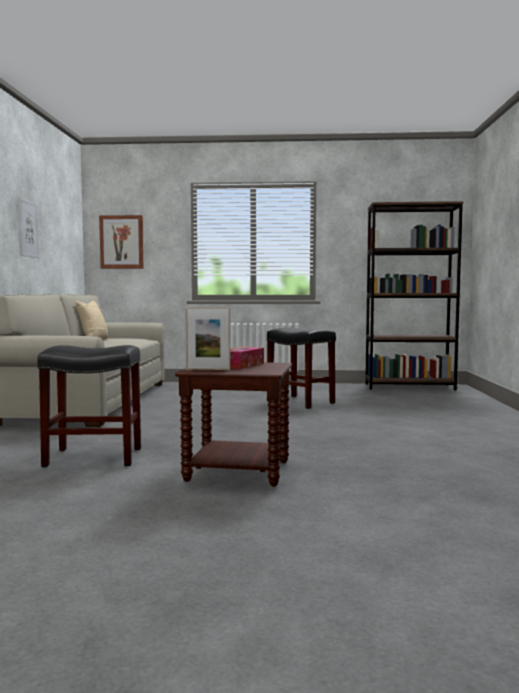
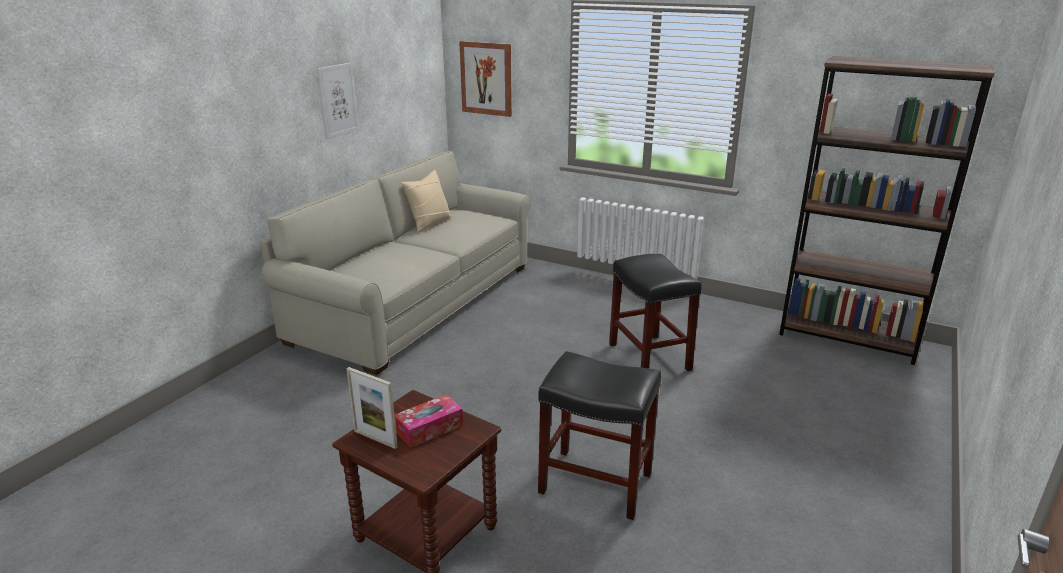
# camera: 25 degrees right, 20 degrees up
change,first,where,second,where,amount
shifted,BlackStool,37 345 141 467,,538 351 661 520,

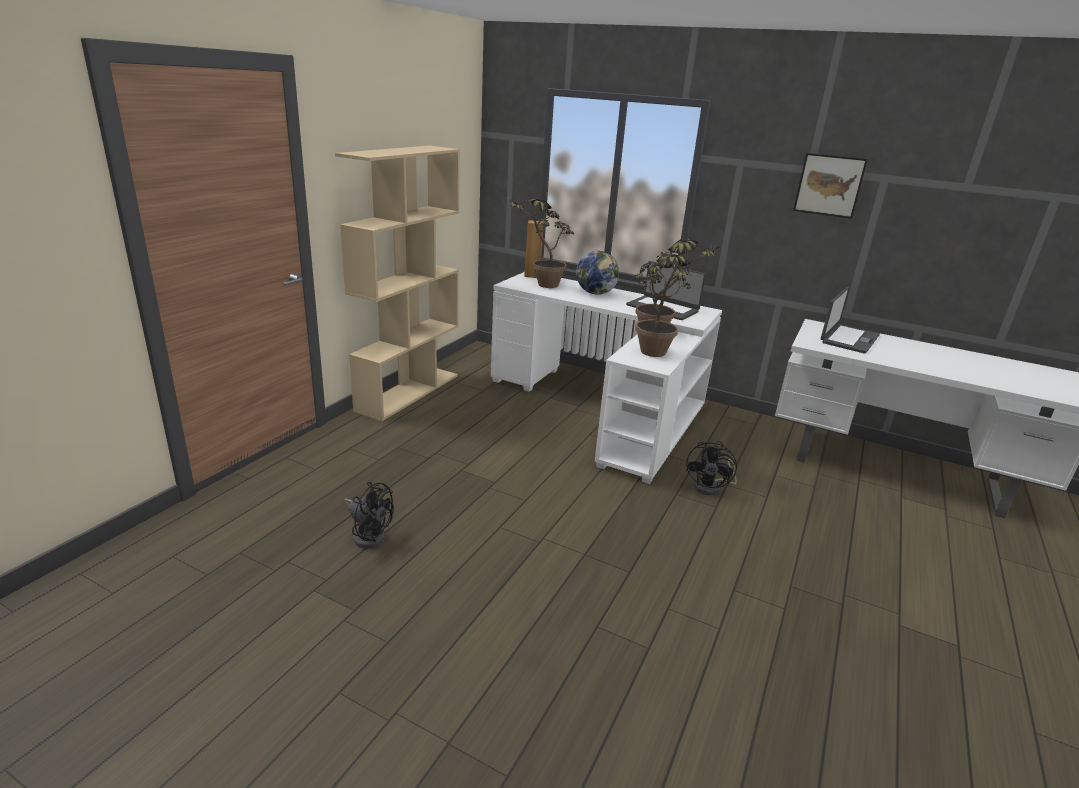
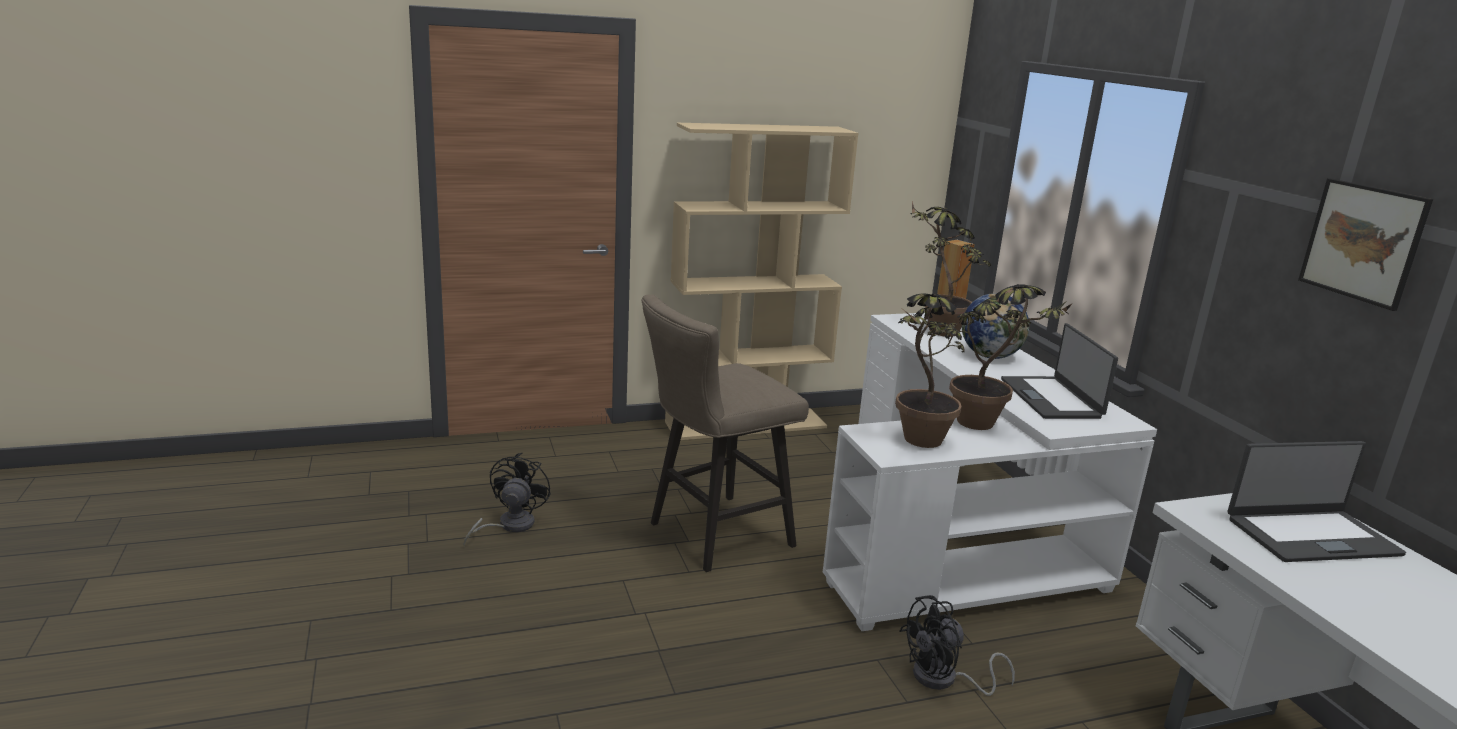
# camera: 45 degrees right, 5 degrees down
change,first,where,second,where,amount
rotated,BlackFan,344 482 394 549,,463 453 551 546,150 degrees counterclockwise
new,,,BeigeStool,641 294 809 572,

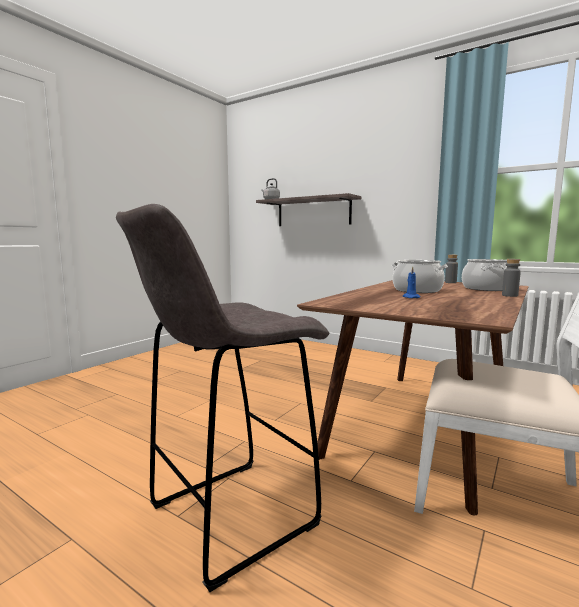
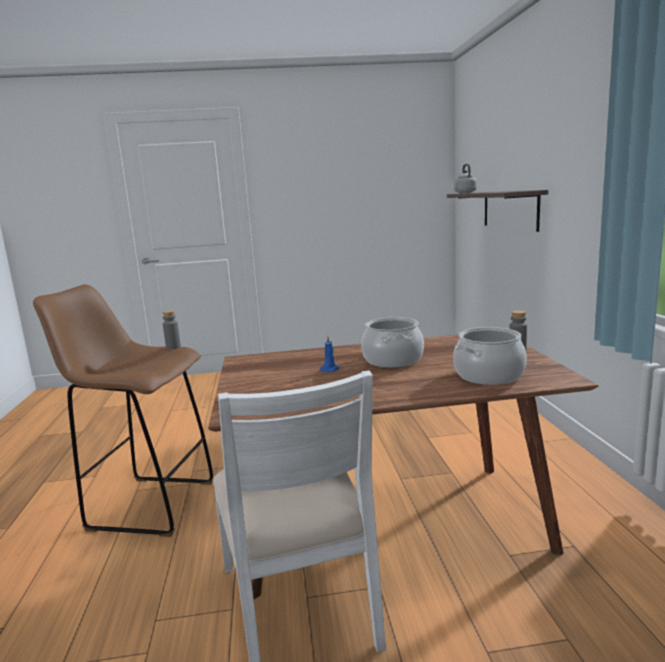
# camera: 50 degrees right, 5 degrees up
change,first,where,second,where,amount
repainted,GreyStool,116 204 329 592,BrownStool,33 284 213 537,
shifted,GreyBottle,502 259 521 297,,162 310 181 349,

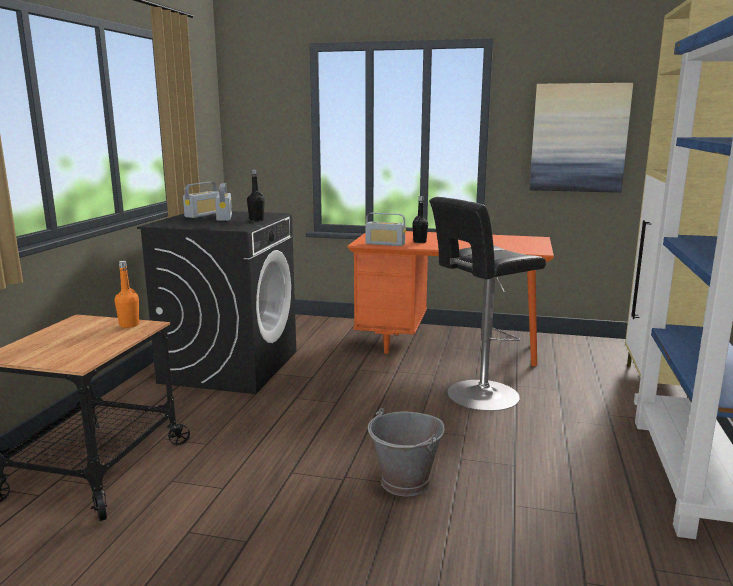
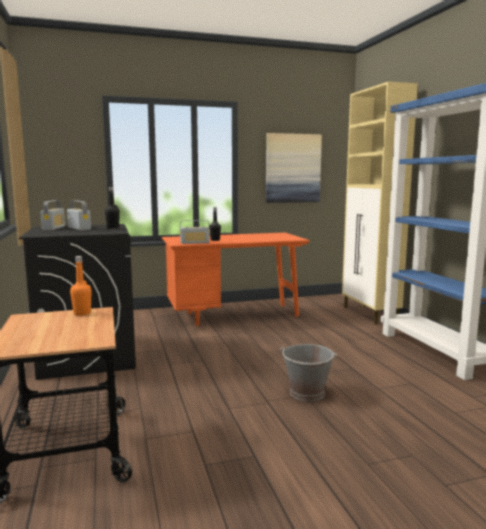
# camera: 30 degrees left, 5 degrees down
change,first,where,second,where,amount
gone,BlackStool,429 197 546 411,,,

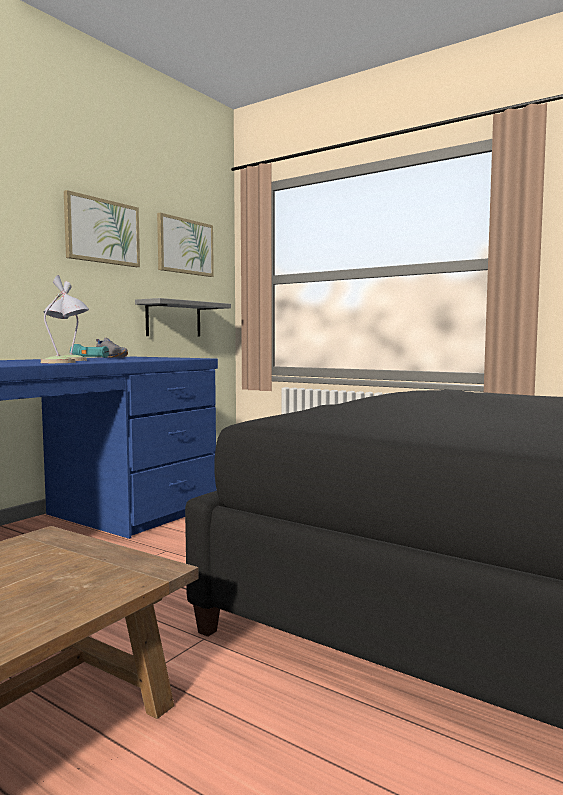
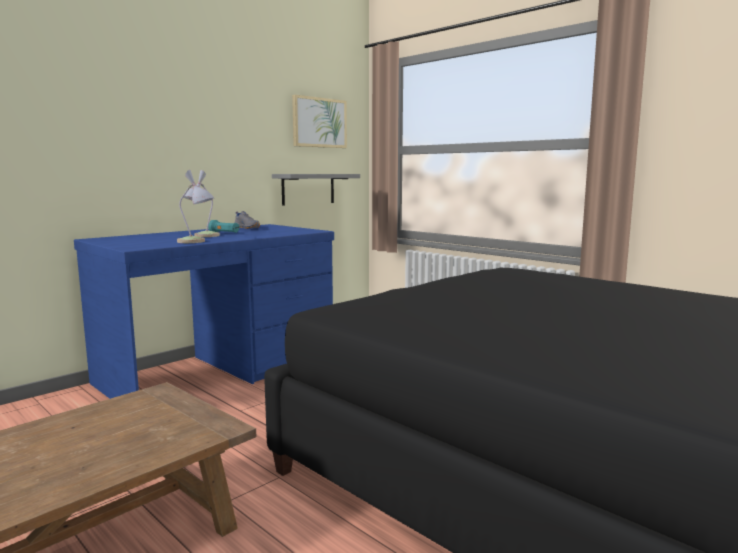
# camera: 10 degrees right, 5 degrees up
change,first,where,second,where,amount
gone,Picture,64 190 140 267,,,

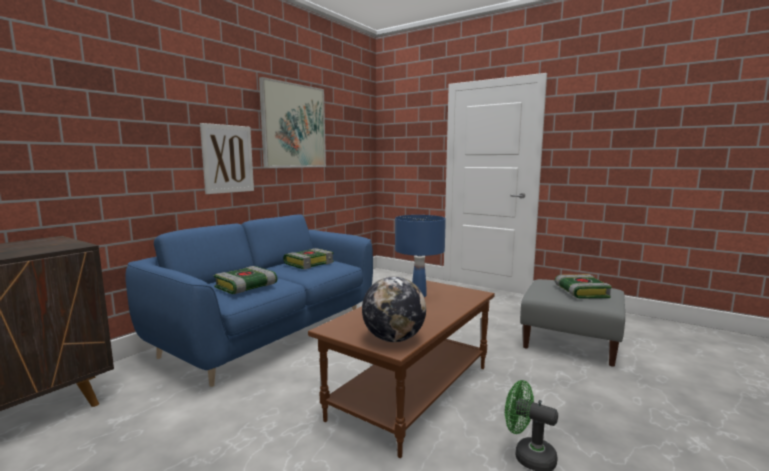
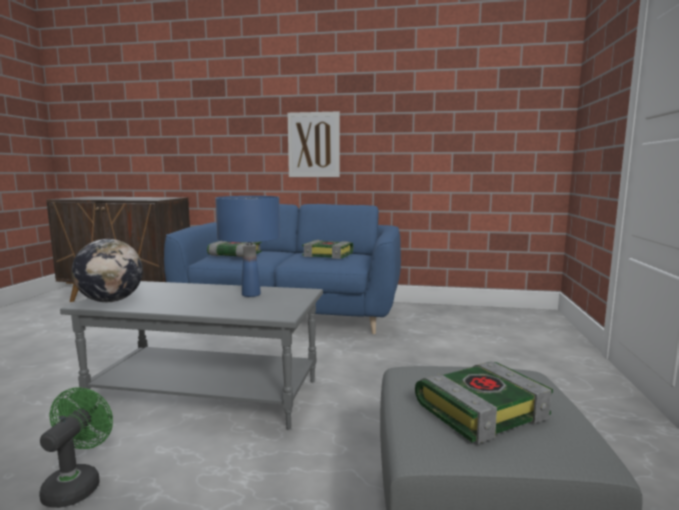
# camera: 65 degrees right, 0 degrees up
change,first,where,second,where,amount
gone,Picture,259 77 326 168,,,
repainted,BrownCoffeeTable,308 280 495 458,GreyCoffeeTable,60 281 323 430,

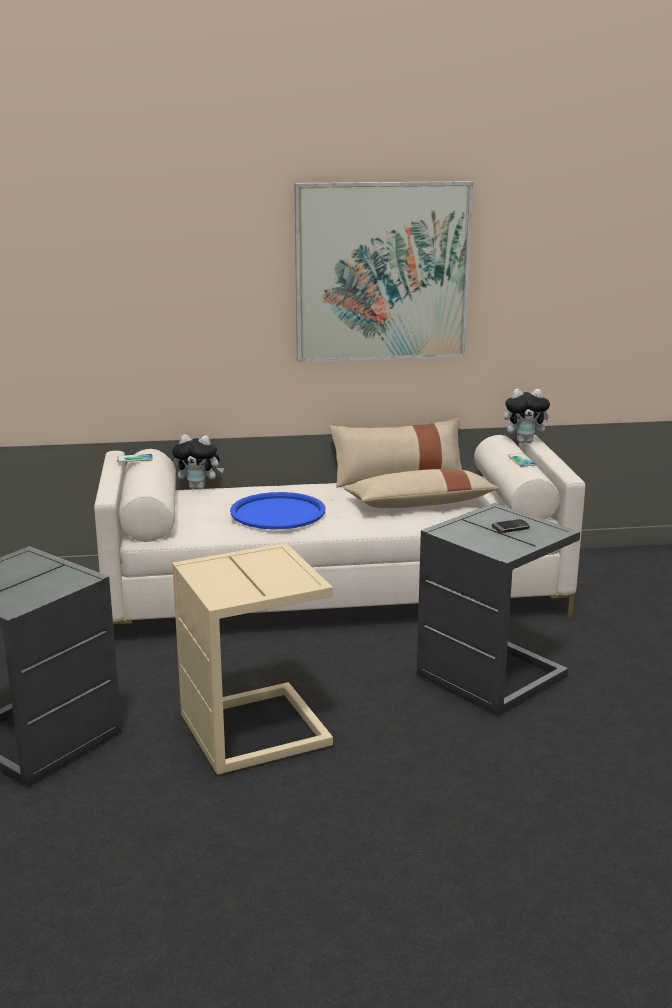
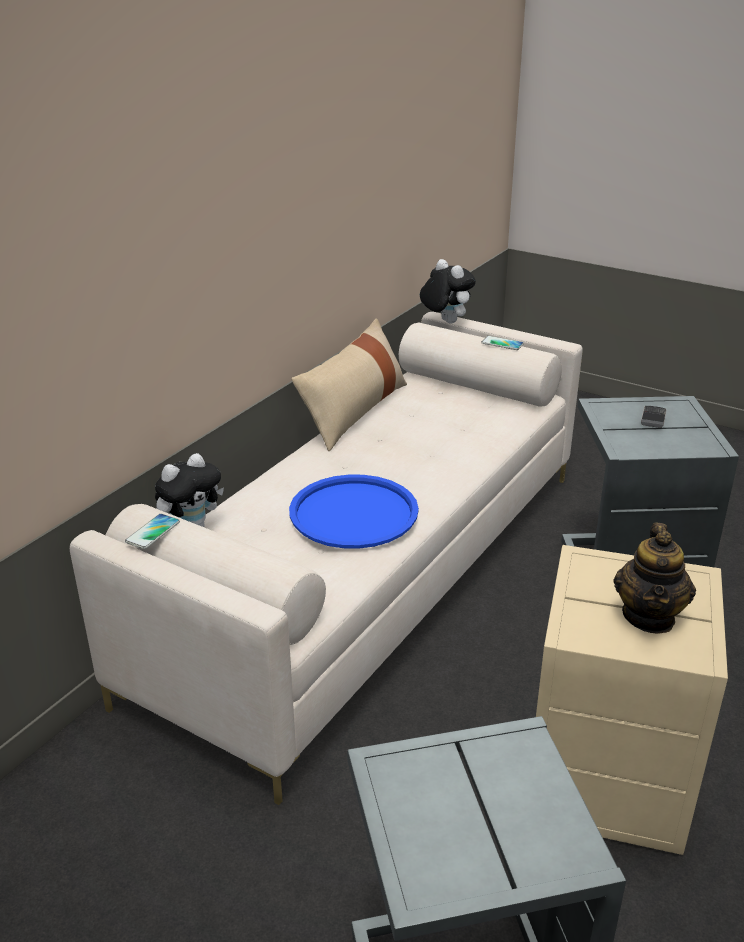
# camera: 50 degrees left, 10 degrees up
change,first,where,second,where,amount
gone,Picture,295 181 473 362,,,
gone,BeigePillow,344 469 499 508,,,
rotated,PlushToy,504 389 554 443,,420 259 476 323,75 degrees counterclockwise
new,,,Teapot,614 523 696 634,

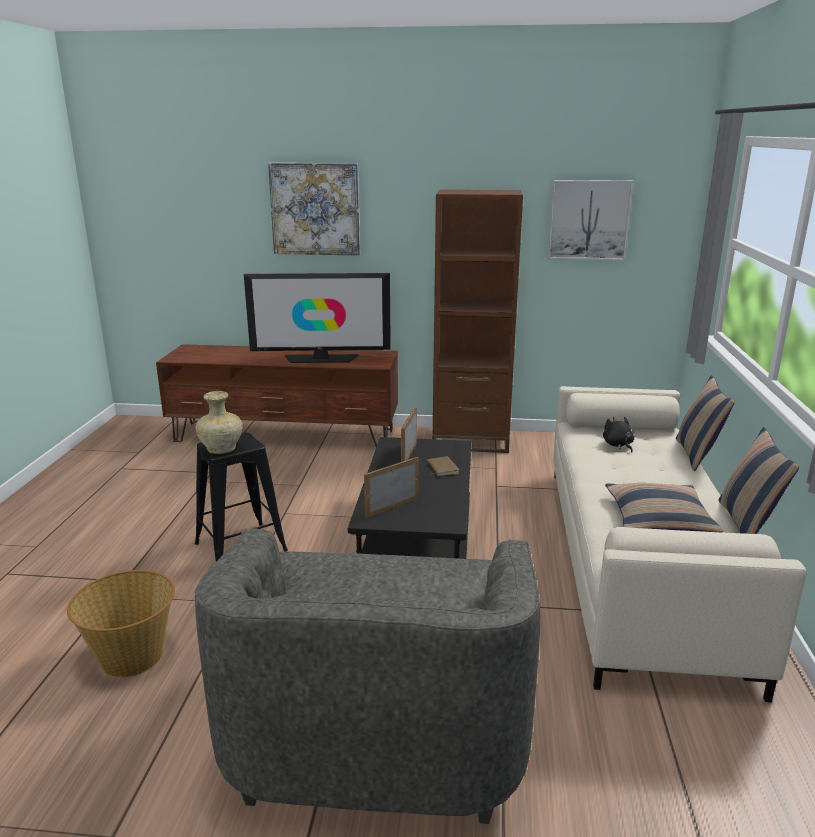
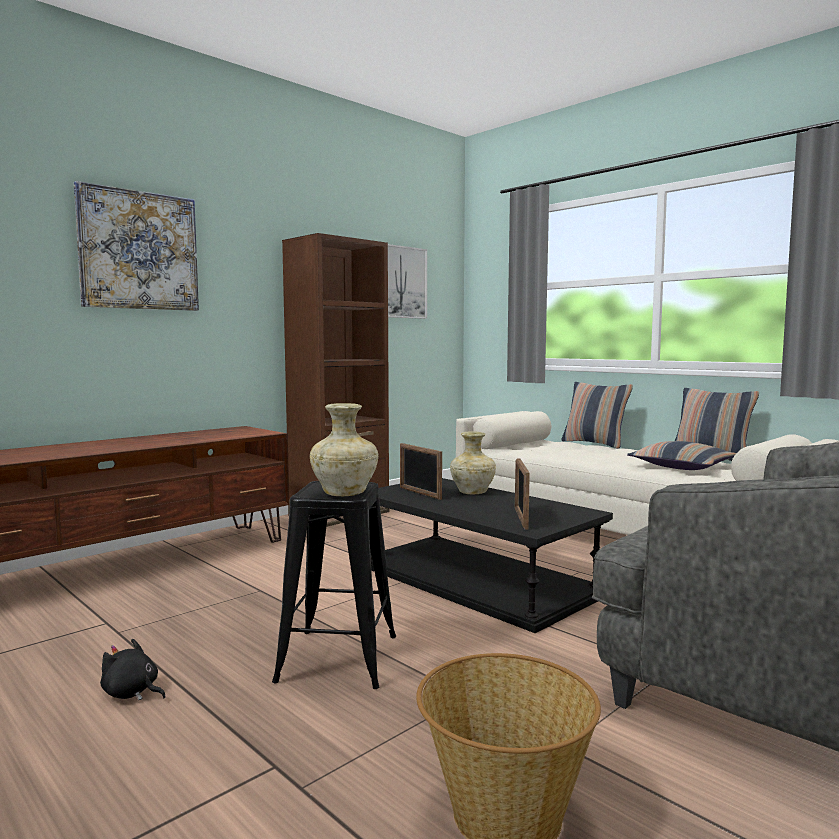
# camera: 50 degrees left, 15 degrees down
change,first,where,second,where,amount
gone,Television,244 273 391 363,,,
swapped,BrownBook,427 456 459 476,BeigeVase,450 431 496 495,
shifted,BlackPlushToy,603 417 634 453,,100 639 166 701,

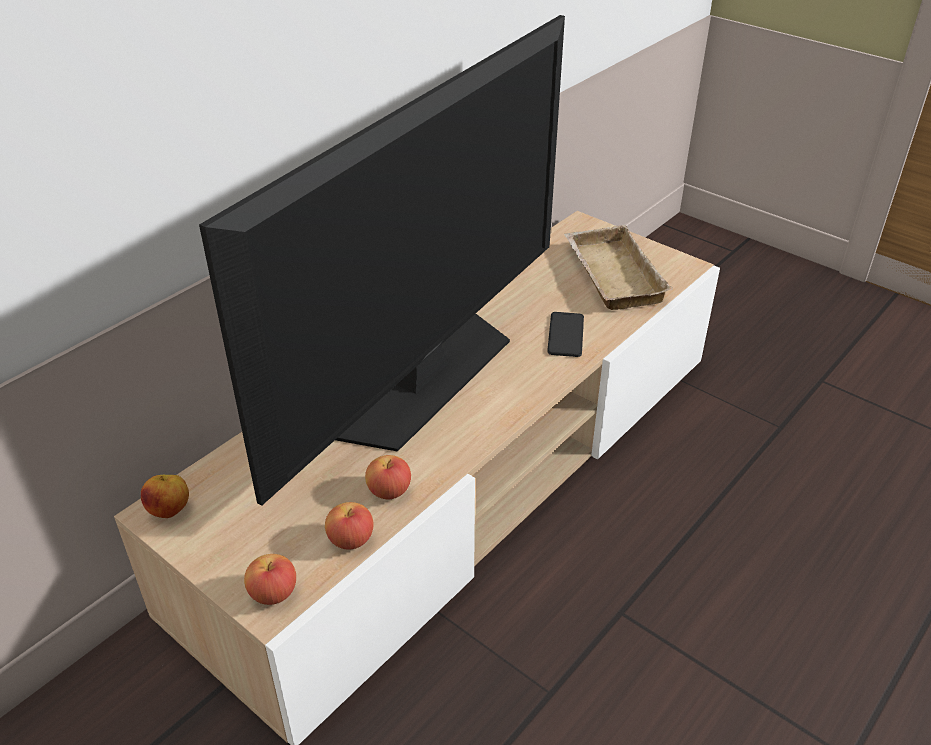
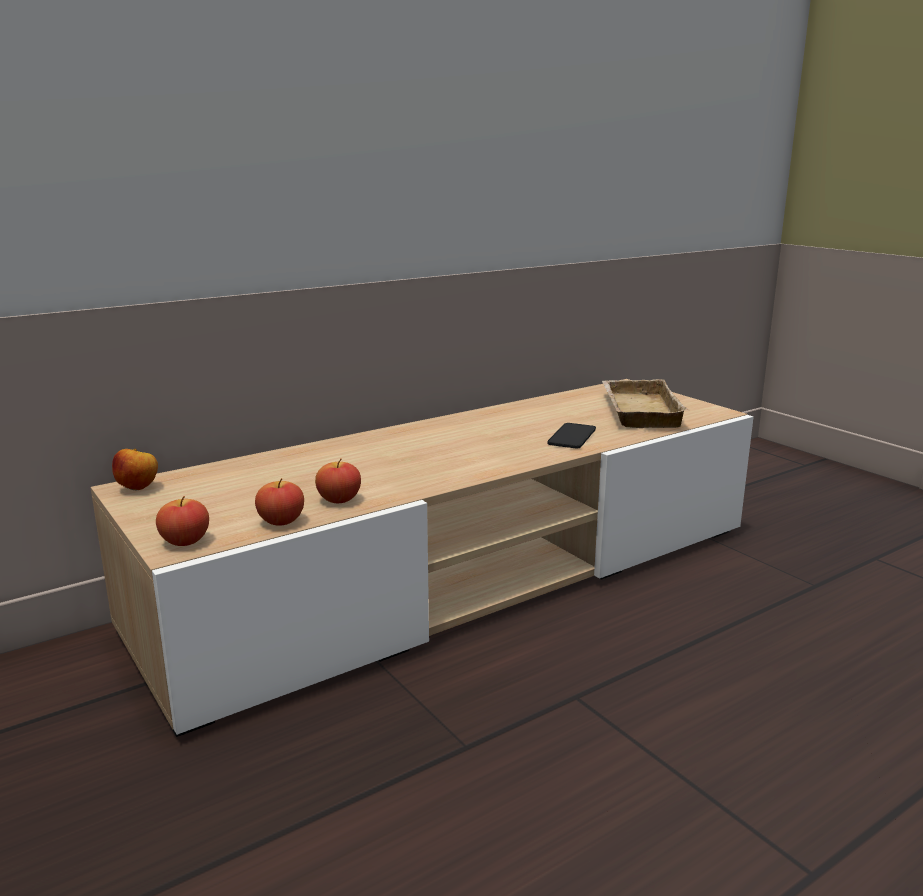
# camera: 15 degrees right, 20 degrees down
change,first,where,second,where,amount
gone,Television,199 15 565 506,,,

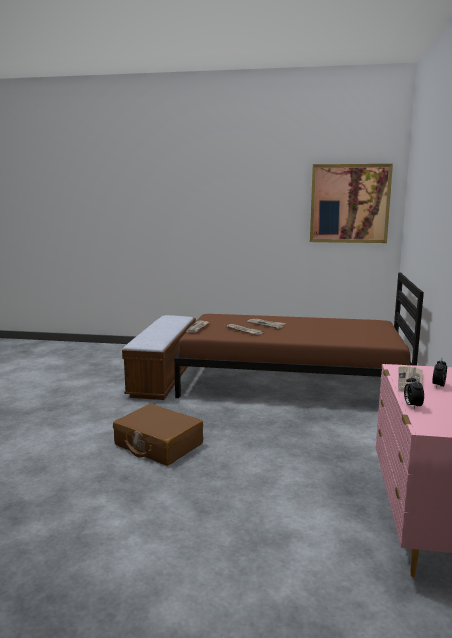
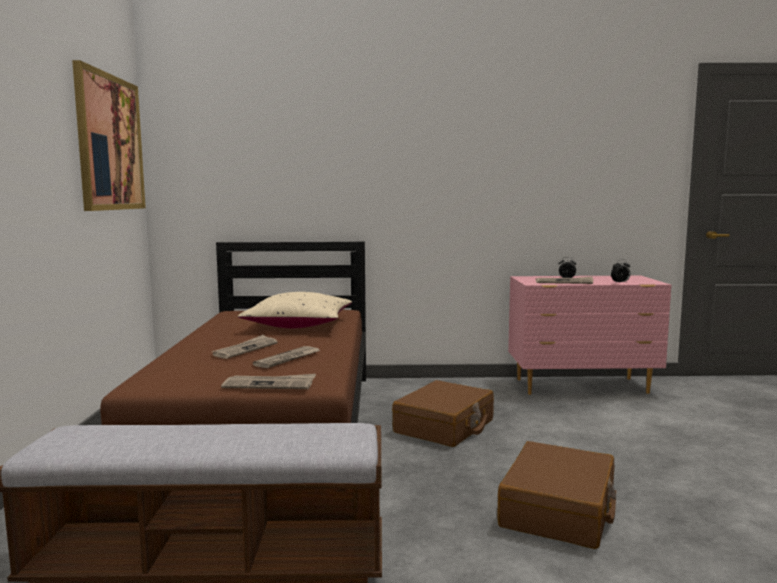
# camera: 100 degrees left, 5 degrees down
change,first,where,second,where,amount
new,,,BeigePillow,237 292 352 328,
new,,,BrownSuitcase,392 380 494 447,

